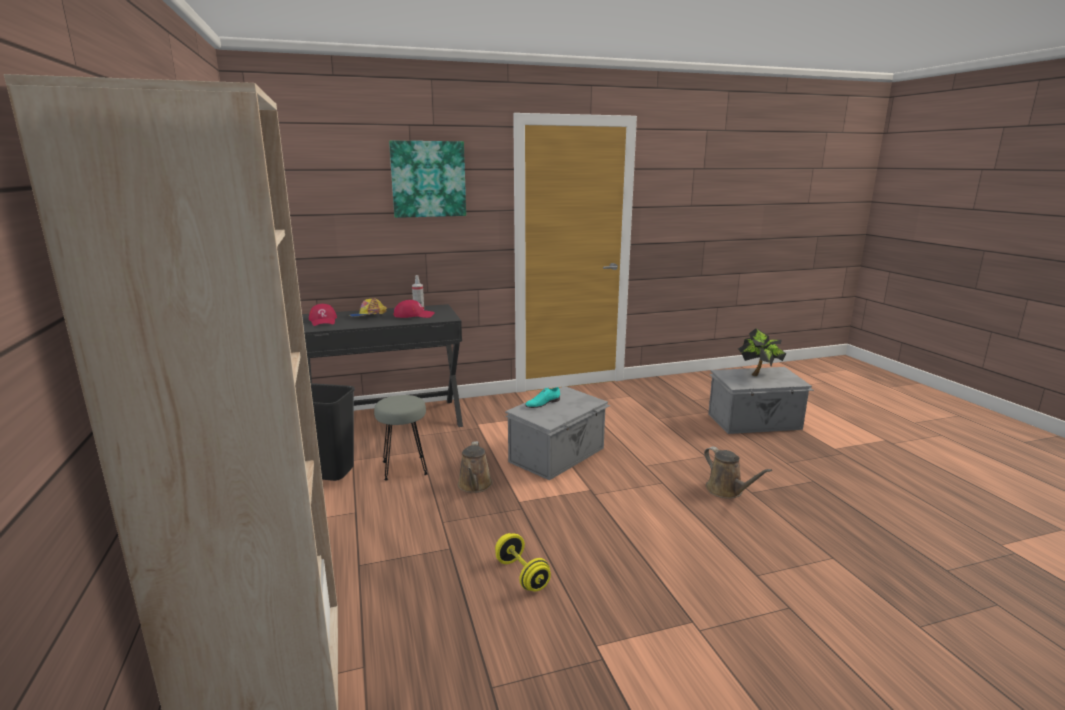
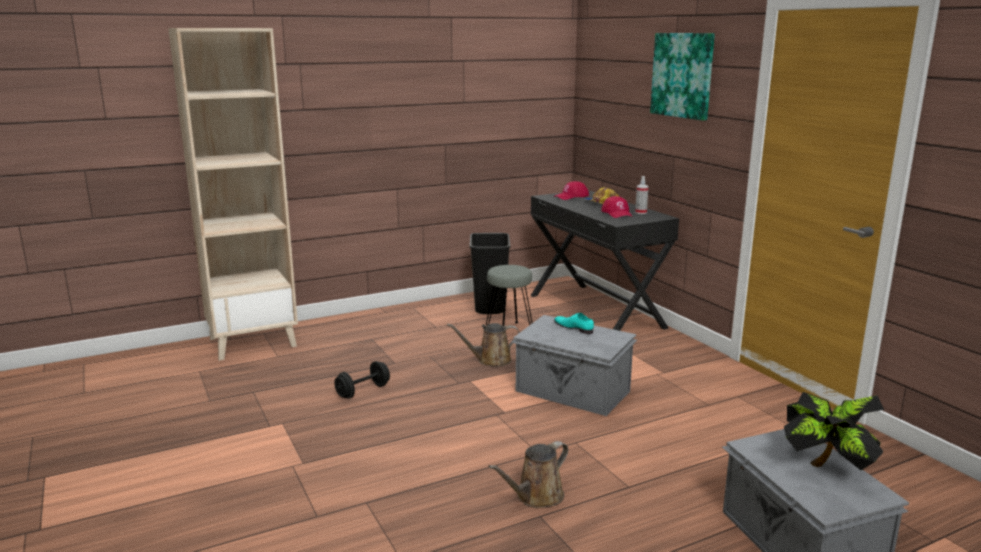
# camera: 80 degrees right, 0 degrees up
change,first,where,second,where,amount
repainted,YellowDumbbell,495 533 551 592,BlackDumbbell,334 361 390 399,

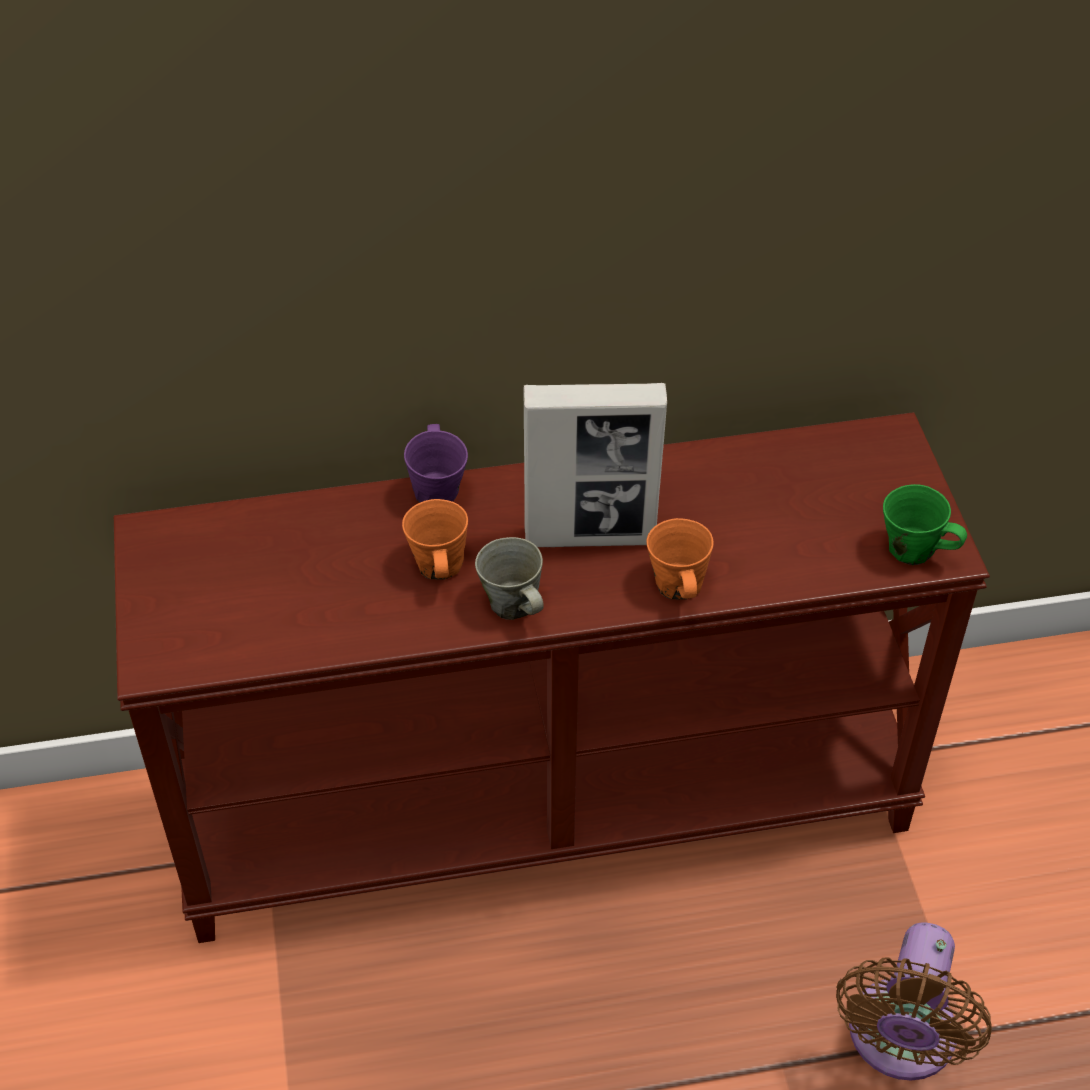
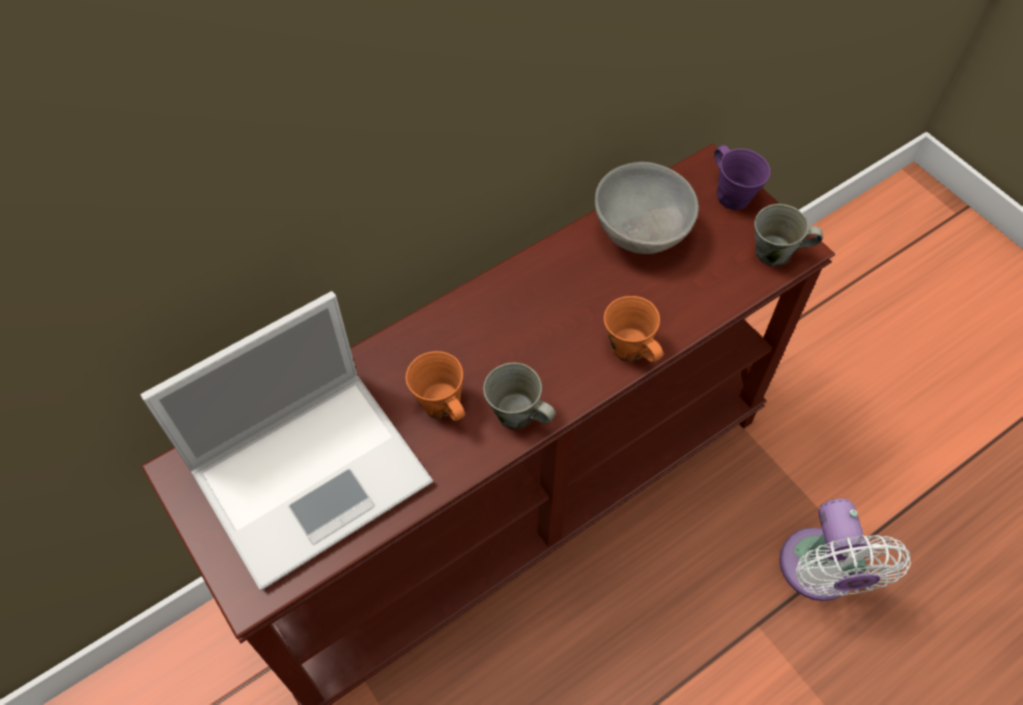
# camera: 25 degrees left, 10 degrees up
change,first,where,second,where,amount
shifted,PurpleMug,404 424 468 502,,714 145 770 210,
gone,PictureFrame,524 383 667 547,,,
repainted,BrownFan,836 923 992 1081,WhiteFan,779 499 911 601,
repainted,GreenMug,883 484 967 565,GreyMug,754 204 823 266,
new,,,Laptop,141 291 433 590,
new,,,GreyBowl,595 162 699 254,

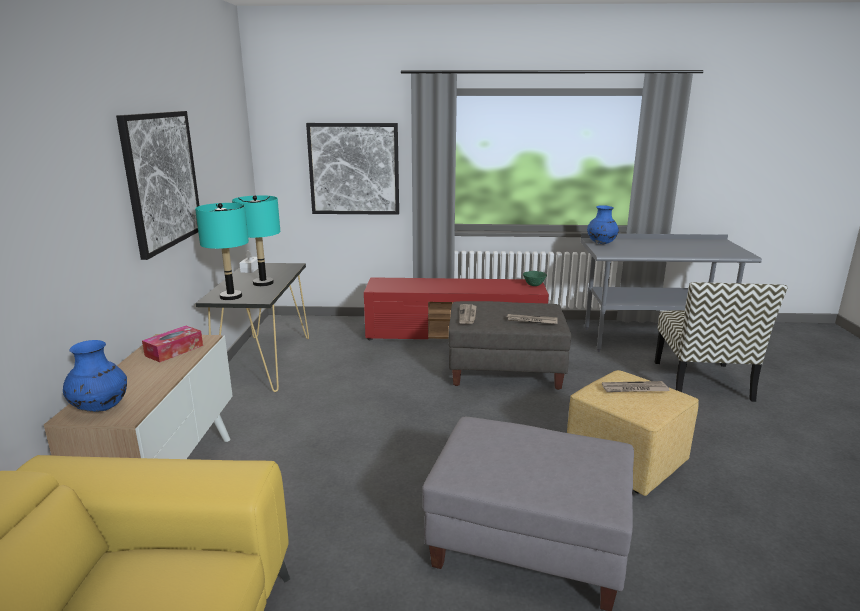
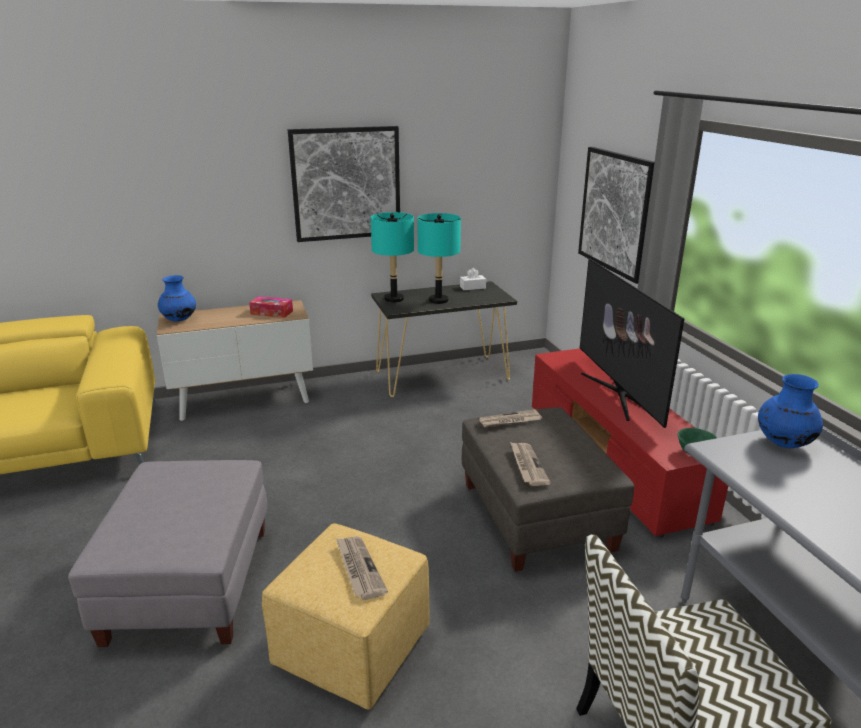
# camera: 70 degrees right, 5 degrees up
change,first,where,second,where,amount
new,,,Television,580 258 684 428,

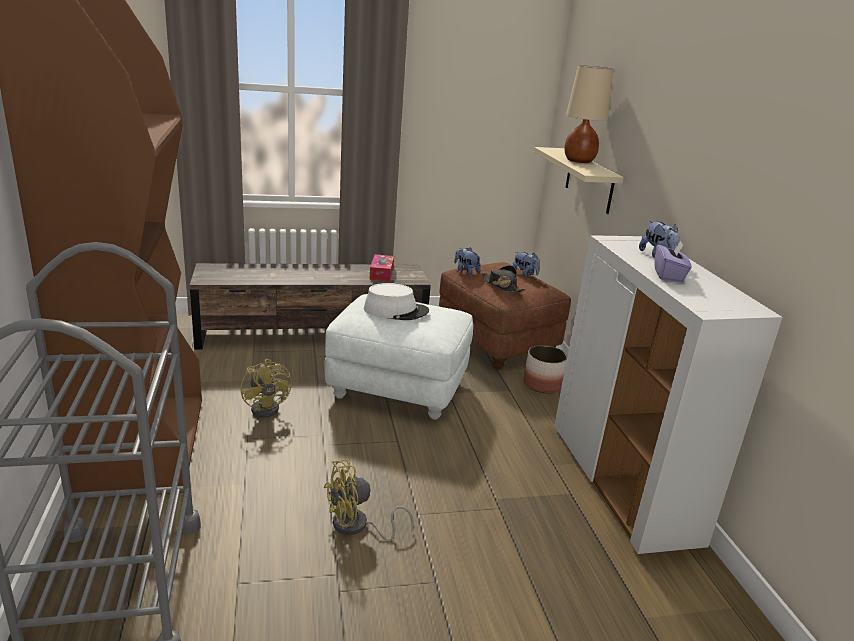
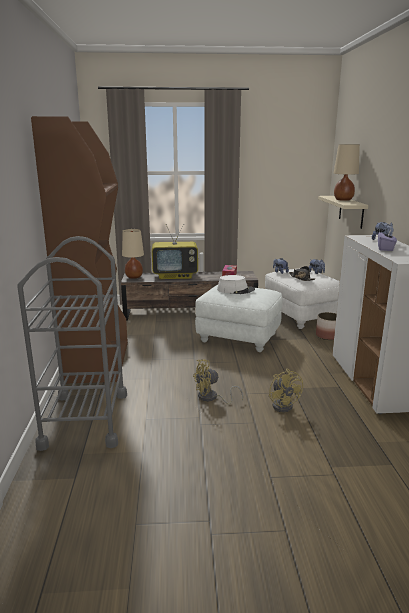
# camera: 10 degrees right, 5 degrees down
change,first,where,second,where,amount
shifted,YellowFan,240 359 292 417,,269 369 303 412,
repainted,BrownOttoman,439 262 571 370,WhiteOttoman,265 268 340 329,
new,,,BeigeTableLamp,122 229 144 279,
new,,,Television,152 224 198 279,

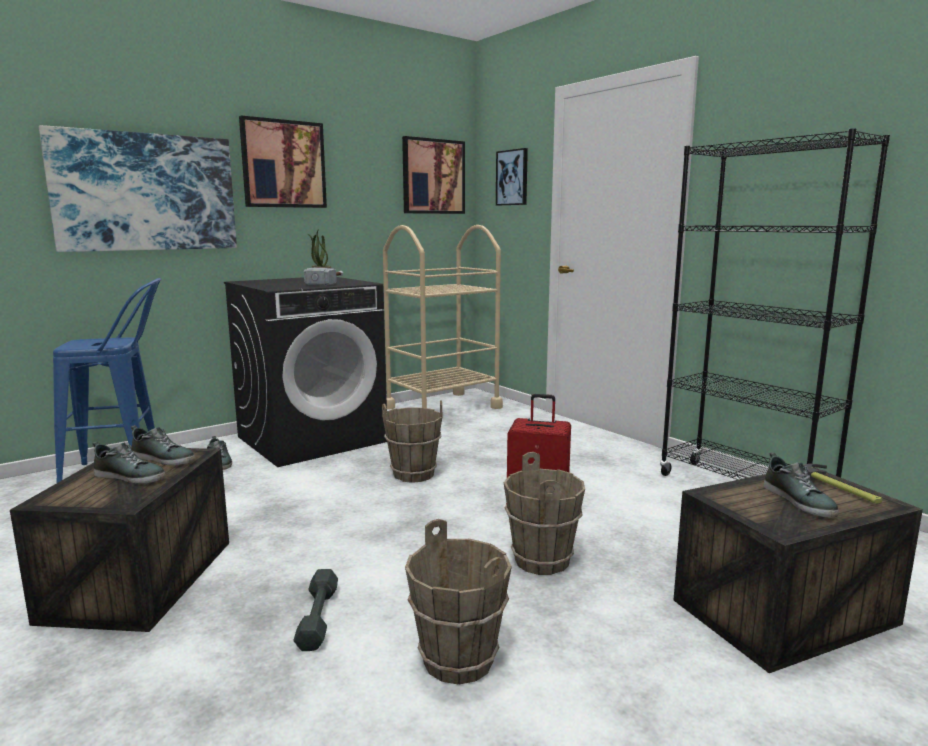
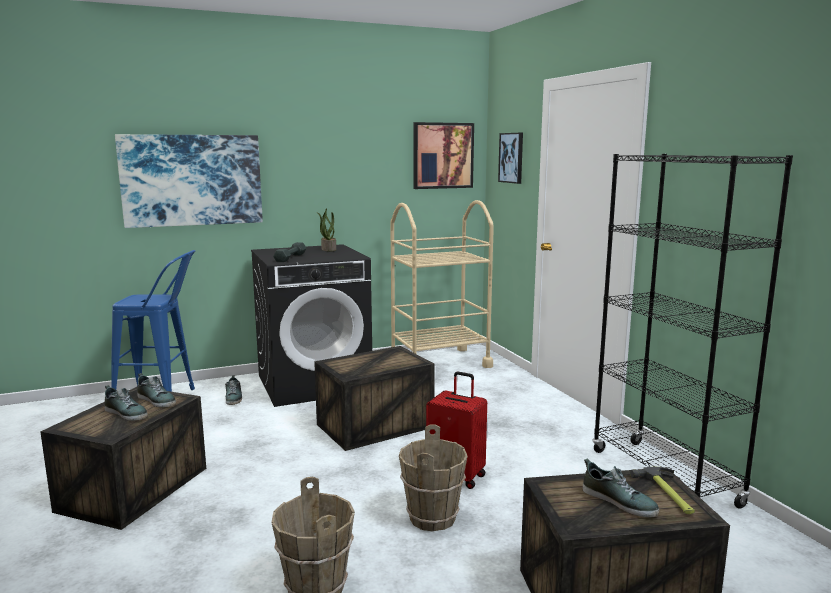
# camera: 15 degrees right, 0 degrees up
change,first,where,second,where,amount
gone,Picture,239 115 327 208,,,
shifted,GreyDumbbell,293 569 338 651,,273 242 307 262,
gone,Hammer,304 267 343 286,,,
swapped,BrownBucket,382 400 442 483,Crate,314 346 435 451,
rotated,Shoe,764 453 839 518,,583 459 659 517,45 degrees counterclockwise

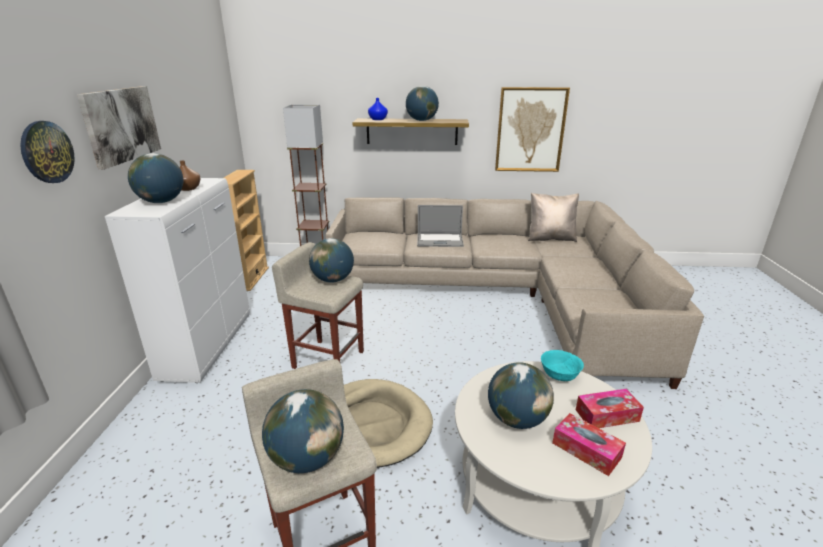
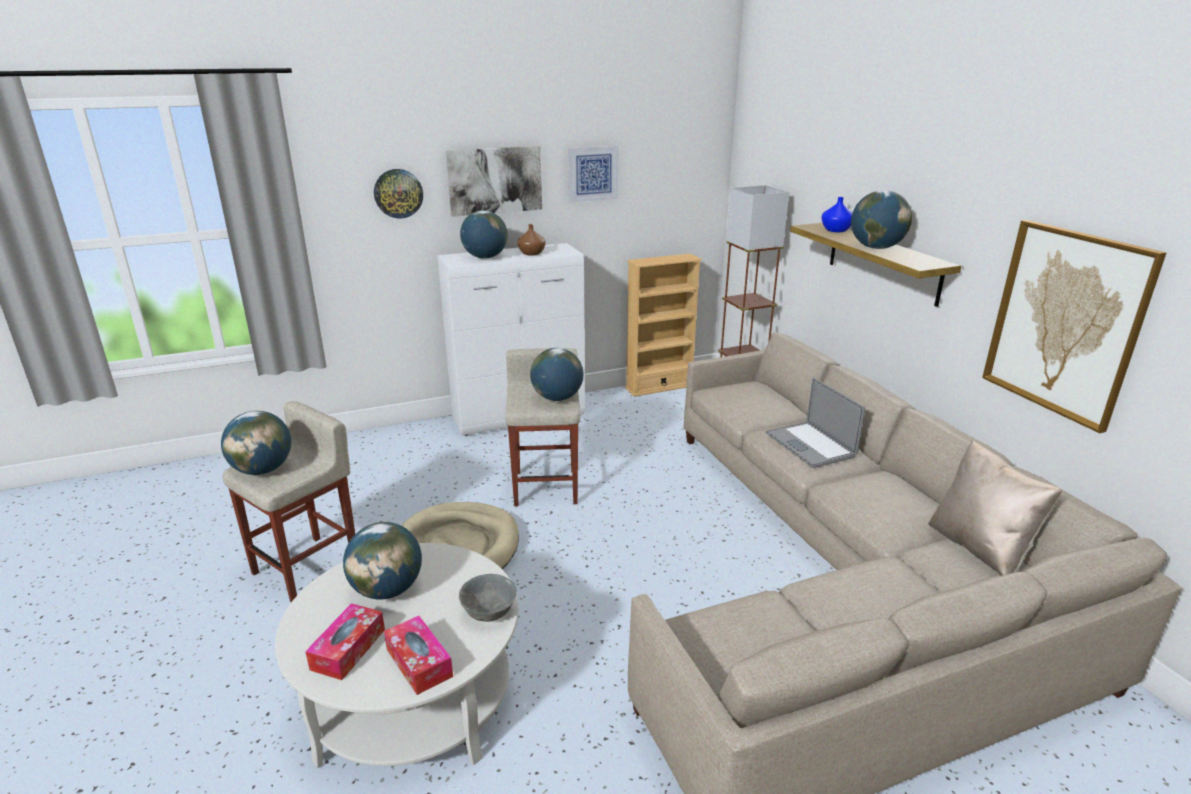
# camera: 65 degrees right, 0 degrees up
change,first,where,second,where,amount
repainted,TurquoiseBowl,541 350 584 381,GreyBowl,459 574 517 622,
new,,,Picture,568 145 619 203,

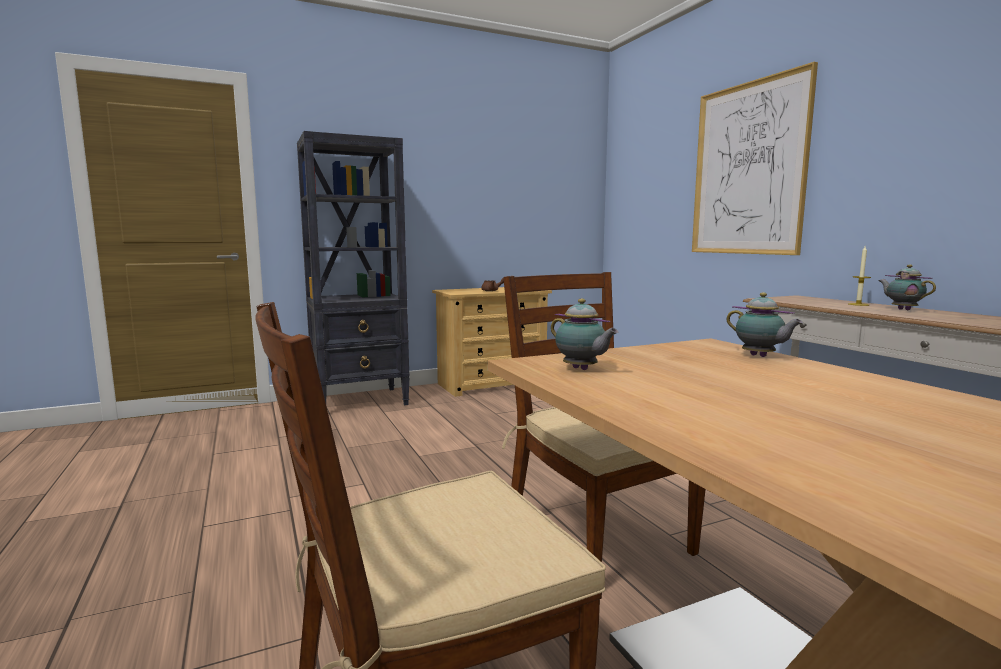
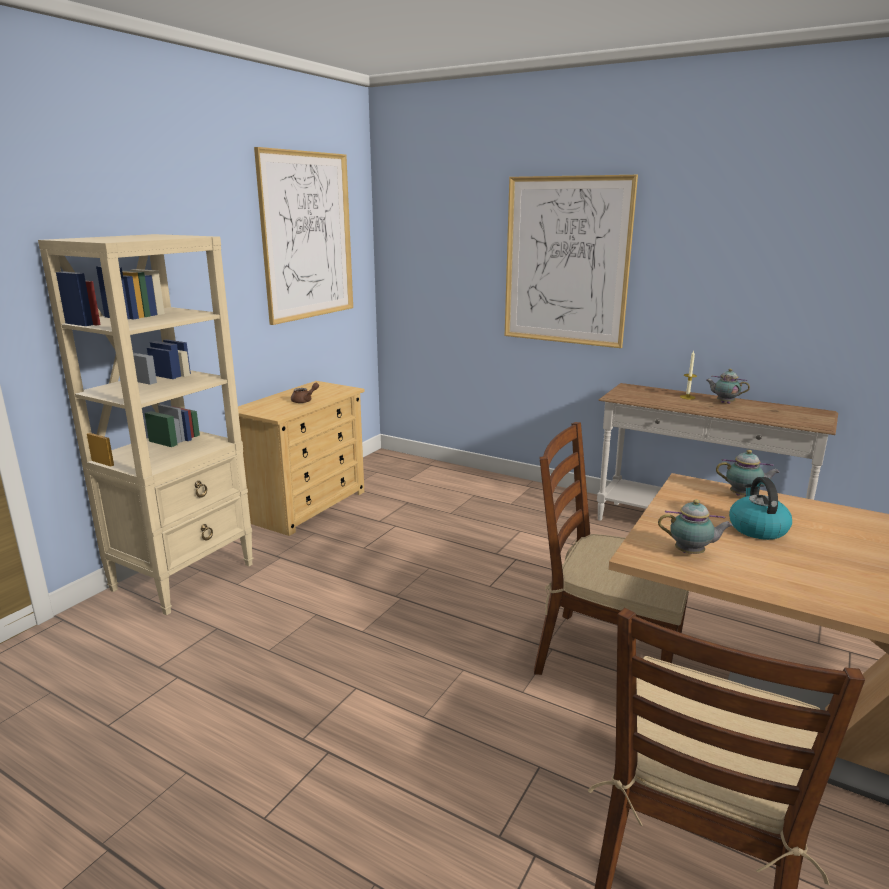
# camera: 35 degrees left, 10 degrees up
change,first,where,second,where,amount
repainted,BlackBookcase,297 131 410 405,BeigeBookcase,38 234 253 615,
new,,,Picture,254 147 353 325,
new,,,Kettle,729 477 792 540,

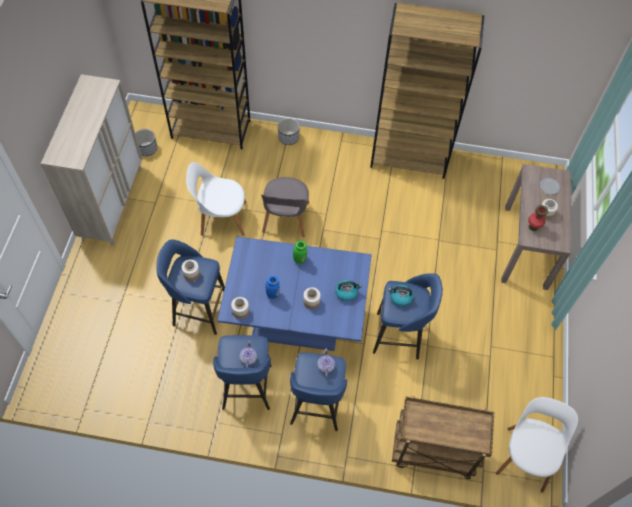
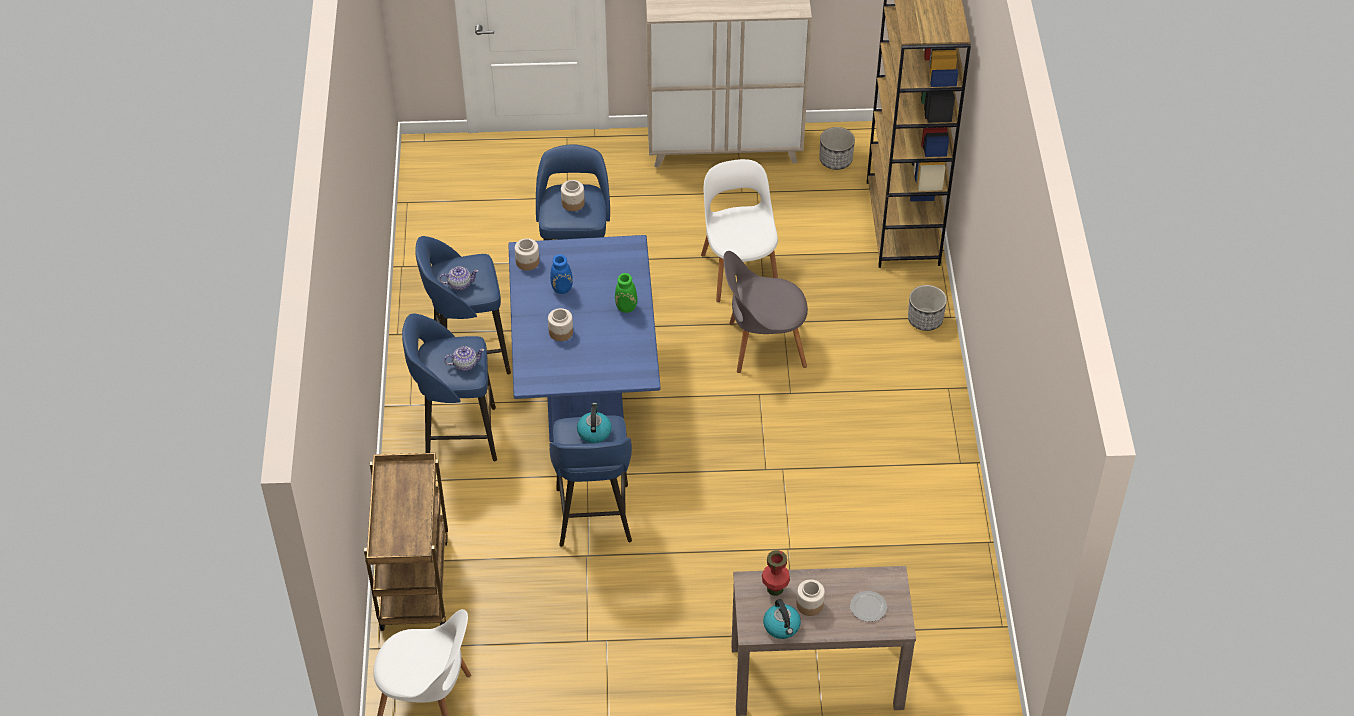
# camera: 80 degrees right, 10 degrees down
change,first,where,second,where,amount
shifted,Kettle,335 280 362 301,,763 599 801 639,
gone,BrownBookcase,370 2 485 179,,,

